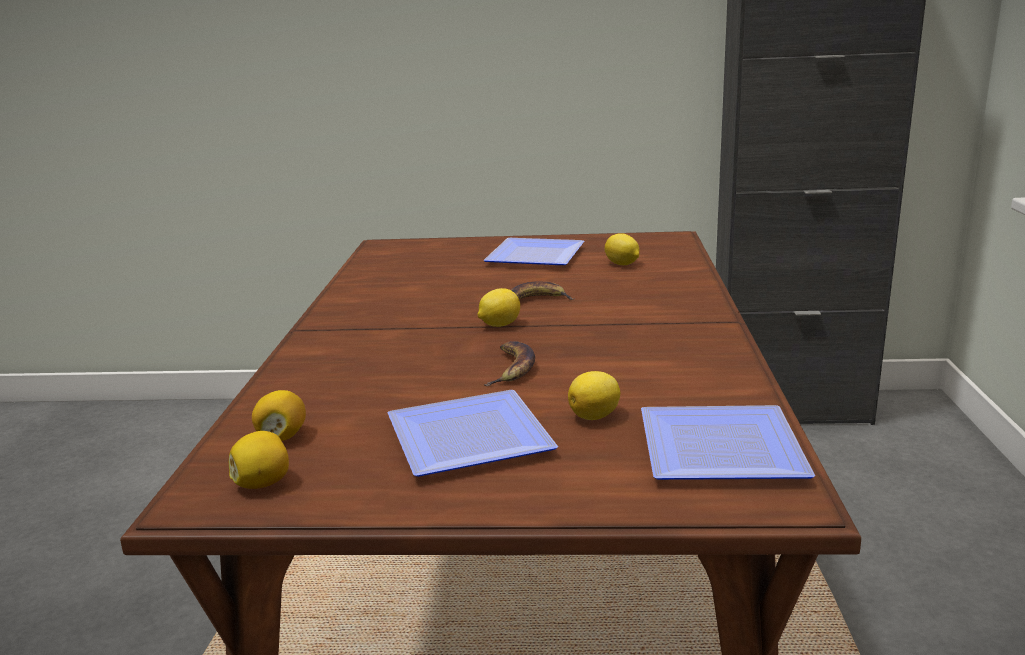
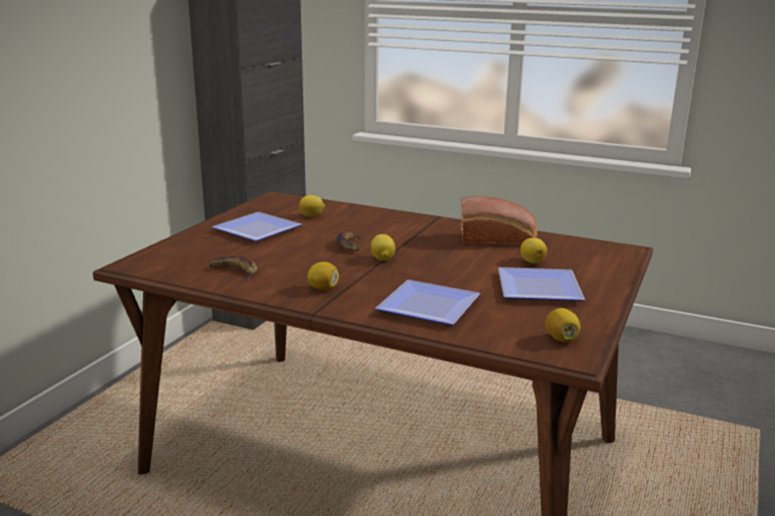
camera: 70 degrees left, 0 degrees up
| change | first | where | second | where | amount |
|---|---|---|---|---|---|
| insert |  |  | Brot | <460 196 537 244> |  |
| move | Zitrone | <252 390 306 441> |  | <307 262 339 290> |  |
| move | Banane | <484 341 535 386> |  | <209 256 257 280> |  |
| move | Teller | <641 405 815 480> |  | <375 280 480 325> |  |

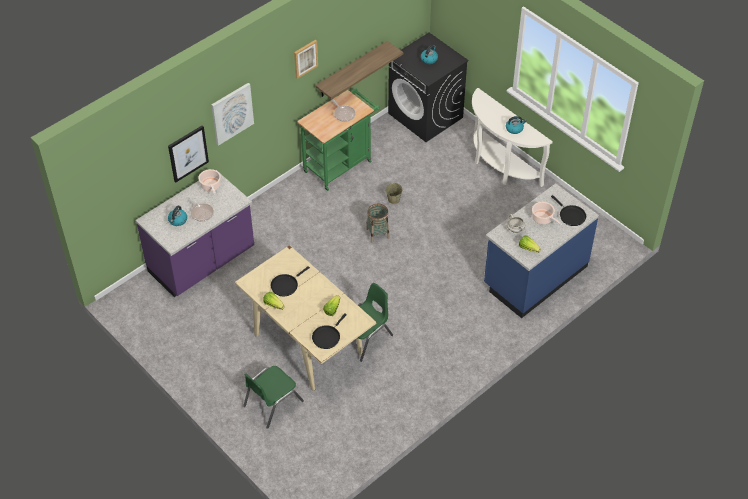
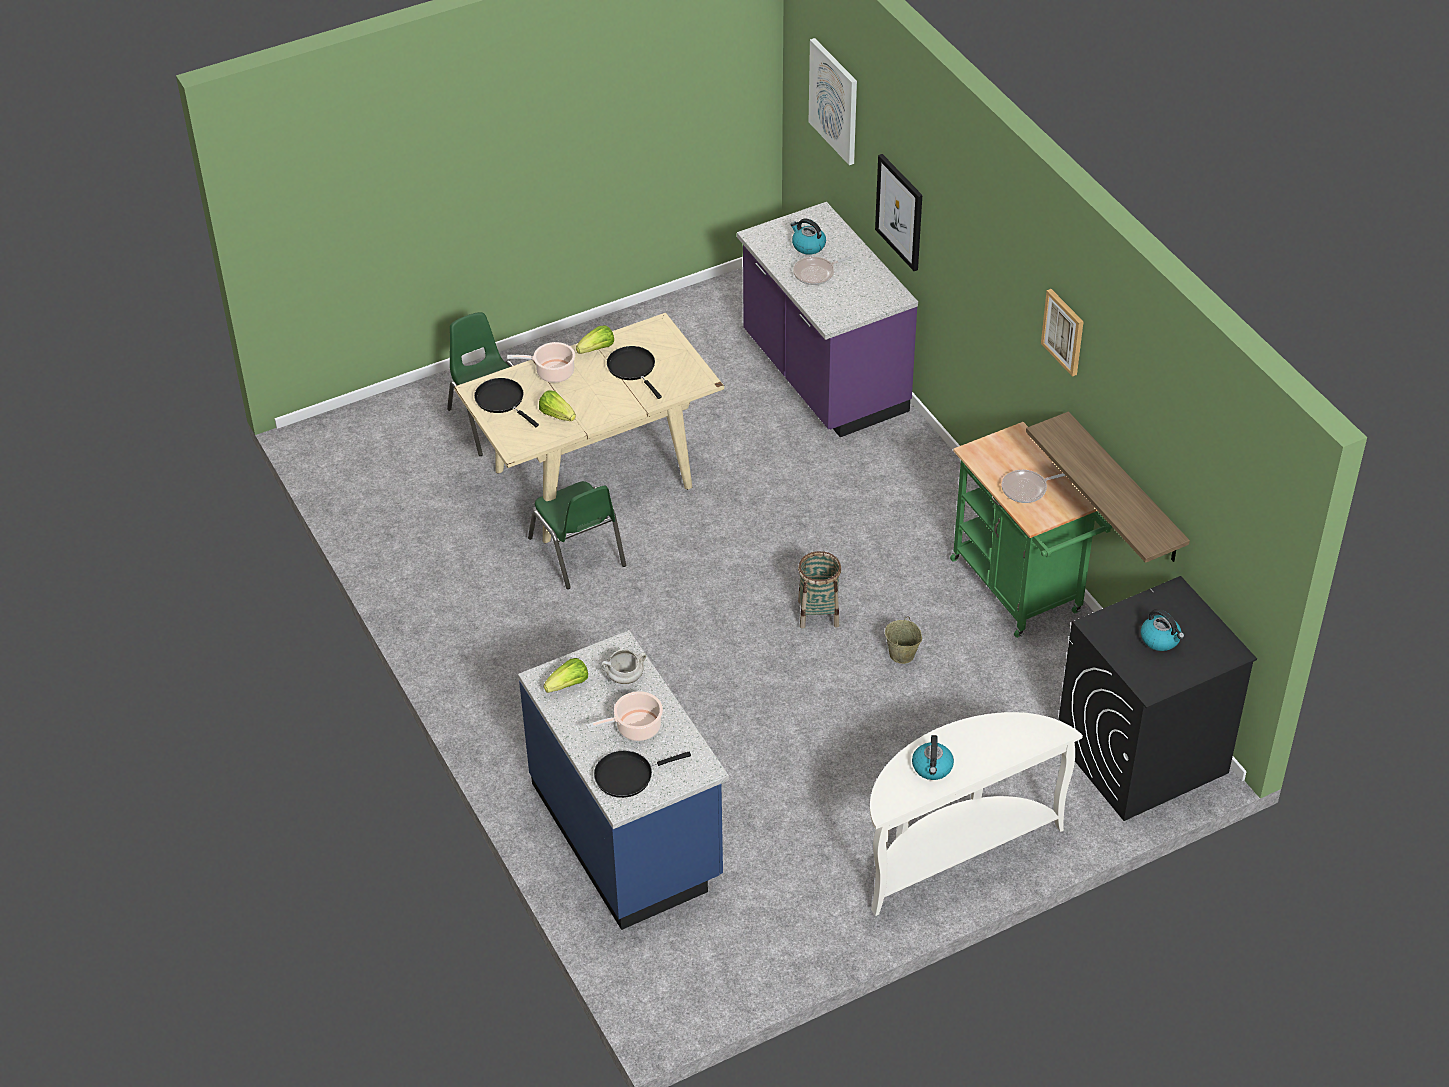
camera: 105 degrees right, 5 degrees down
| change | first | where | second | where | amount |
|---|---|---|---|---|---|
| move | Kochtopf | <198 169 221 195> |  | <507 342 575 383> |  |
| move | Bild | <211 83 254 146> |  | <809 38 857 165> |  |

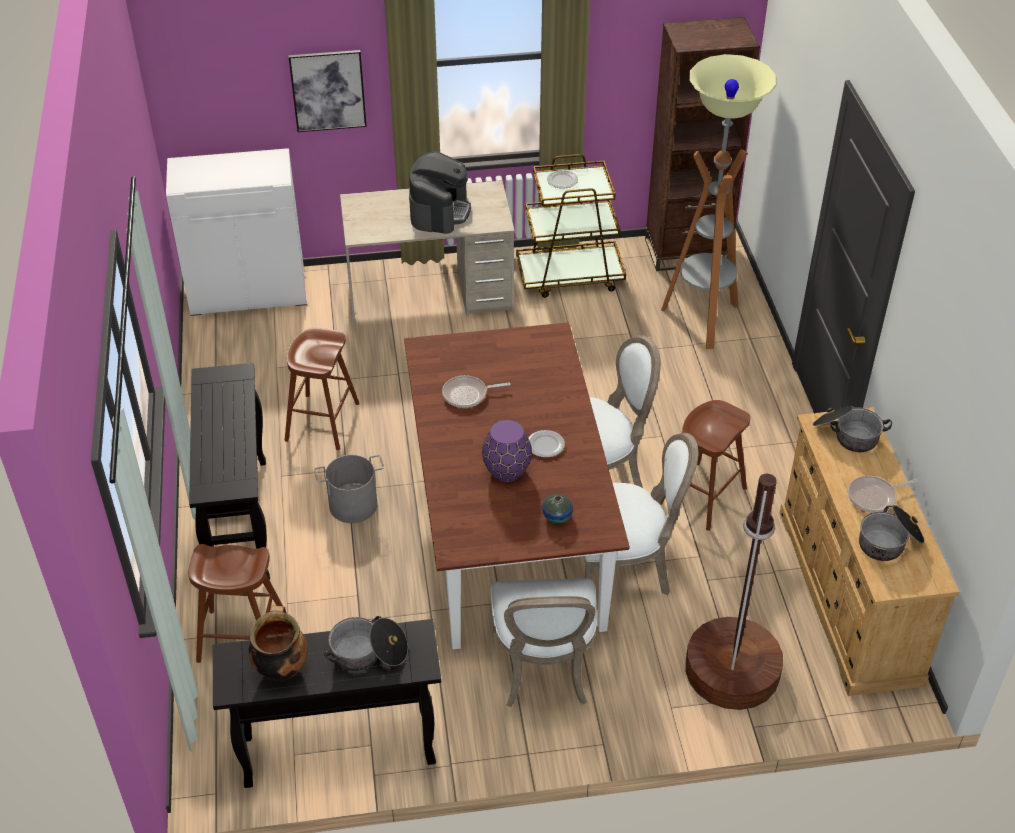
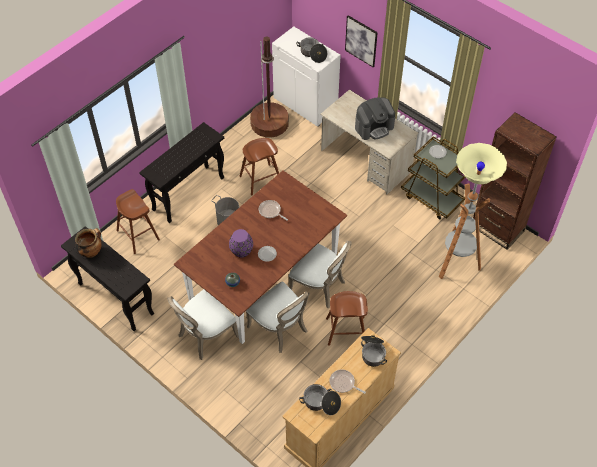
camera: 50 degrees right, 10 degrees up
| change | first | where | second | where | amount |
|---|---|---|---|---|---|
| move | Kochtopf | <324 616 408 671> |  | <296 37 327 63> |  |
| move | Stehlampe [braun] | <685 474 783 710> |  | <250 37 289 138> |  |

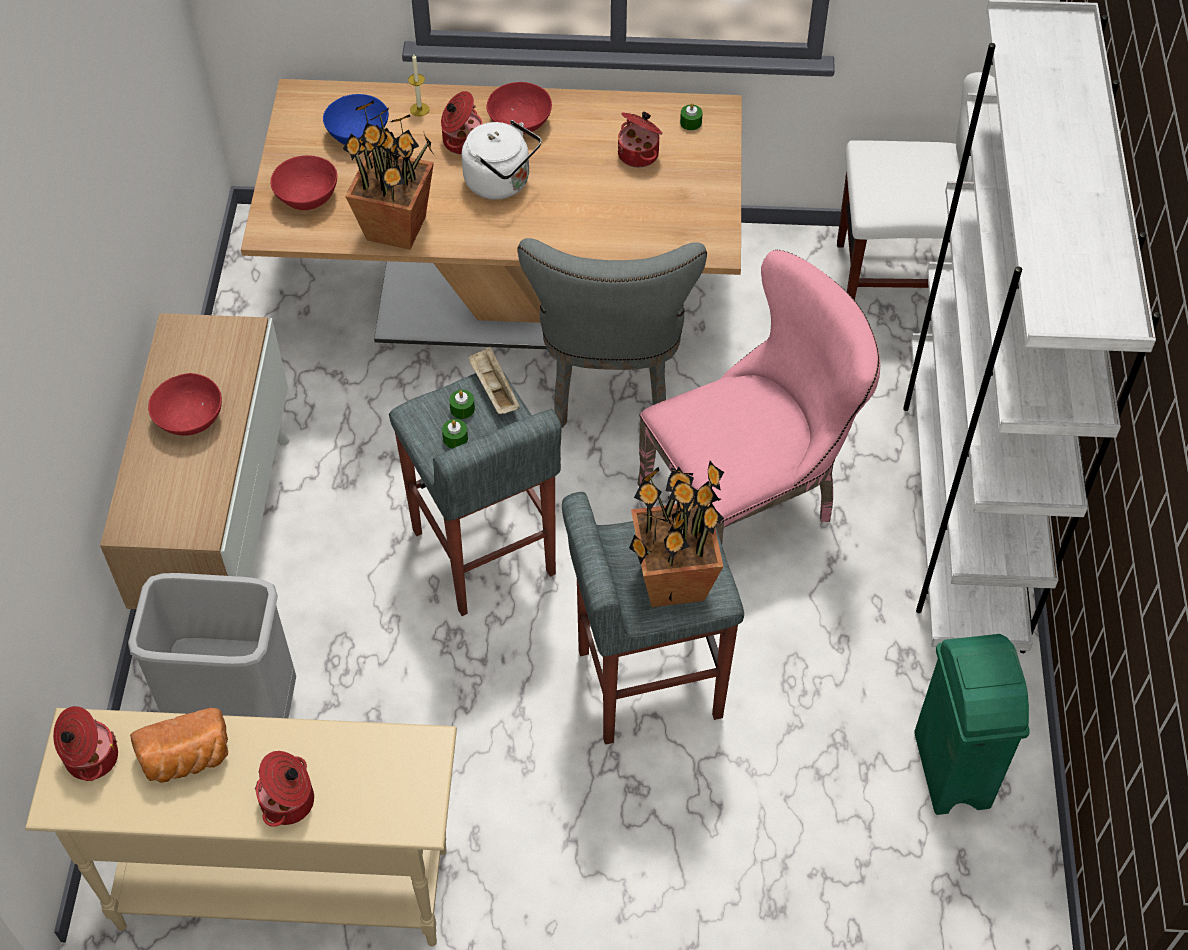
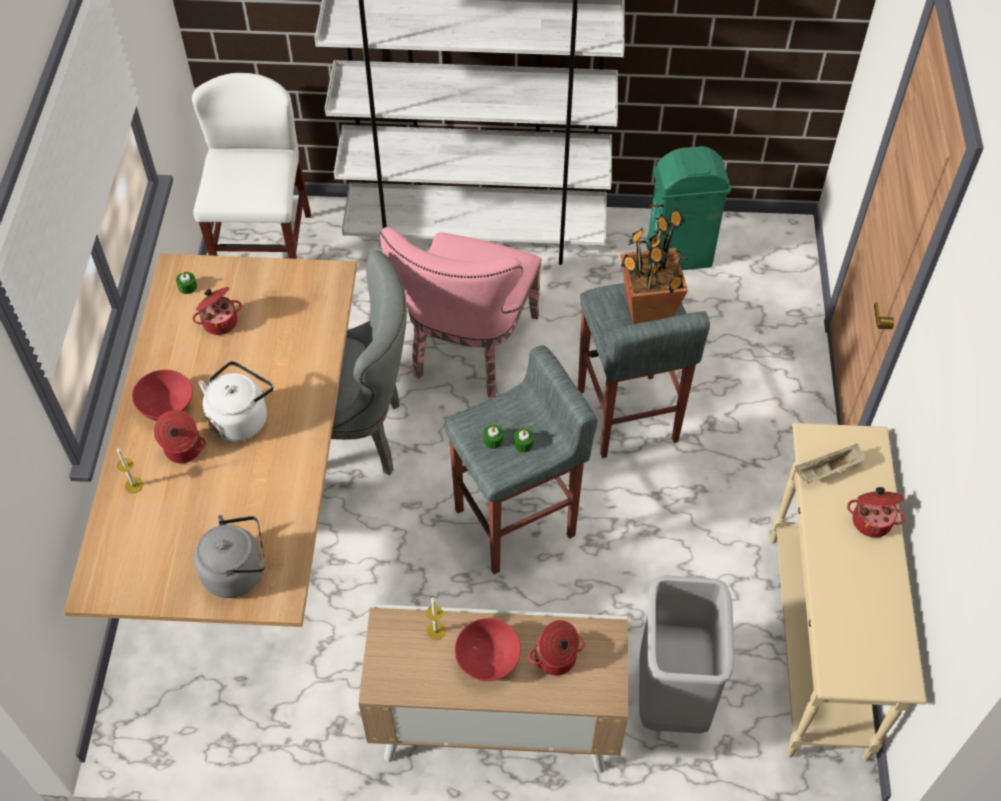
camera: 90 degrees left, 0 degrees up
| change | first | where | second | where | amount |
|---|---|---|---|---|---|
| delete | Brot | <130 707 228 783> |  |  |  |
| delete | Schüssel [blau] | <323 94 389 145> |  |  |  |
| delete | Topfpflanze | <343 100 434 250> |  |  |  |
| insert |  |  | Kerze | <426 598 446 640> |  |
| move | Kochtopf | <53 706 118 781> |  | <528 620 585 676> |  |
| move | Tablett [beige] | <468 346 520 414> |  | <795 444 866 484> |  |
| replace | Schüssel [rot] | <271 155 337 210> | Wasserkessel [grau] | <194 515 265 598> |  |
| rotate | Stuhl [rosa] | <637 250 880 544> |  | <380 227 541 398> | 135 degrees counterclockwise |

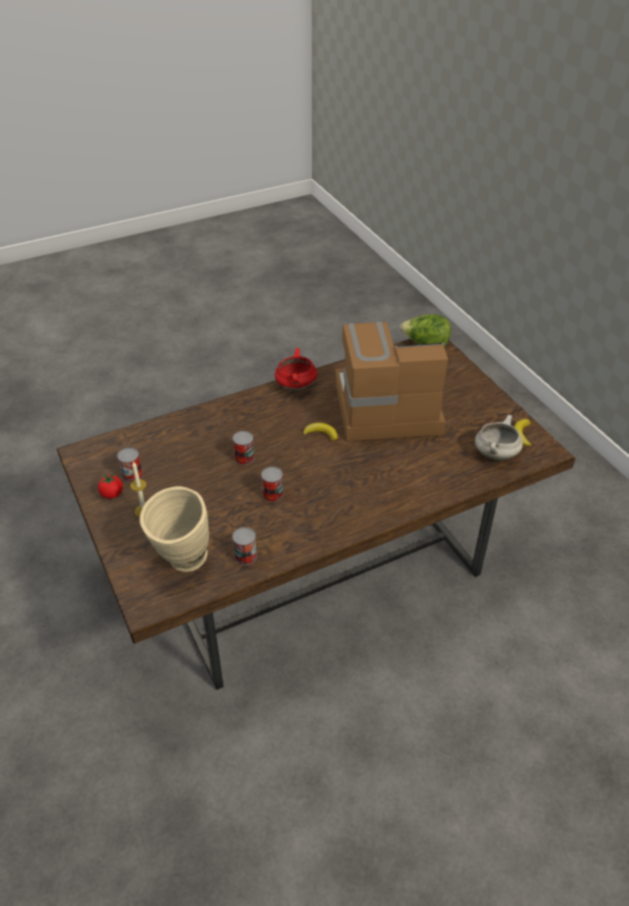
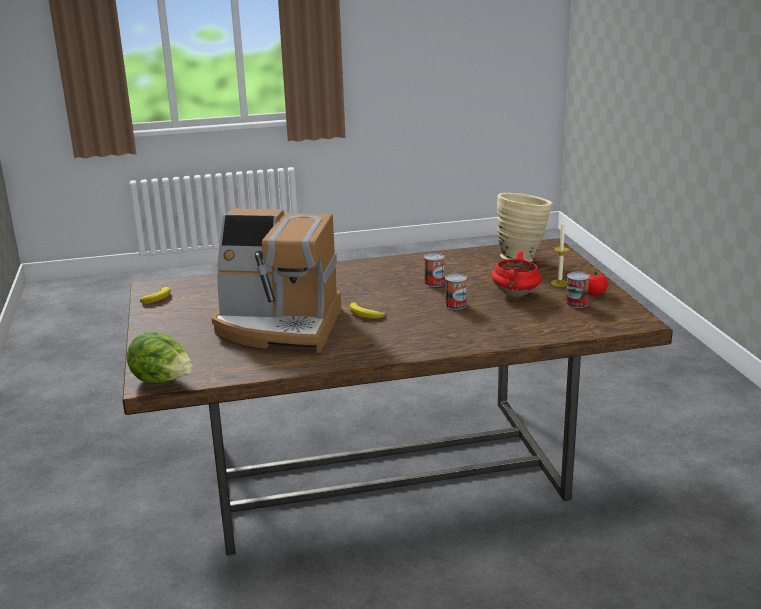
camera: 165 degrees left, 20 degrees down
| change | first | where | second | where | amount |
|---|---|---|---|---|---|
| delete | Dose | <232 527 257 565> |  |  |  |
| delete | Kochtopf [weiß] | <475 415 523 461> |  |  |  |
| move | Kochtopf [rot] | <275 348 317 391> |  | <492 251 541 297> |  |

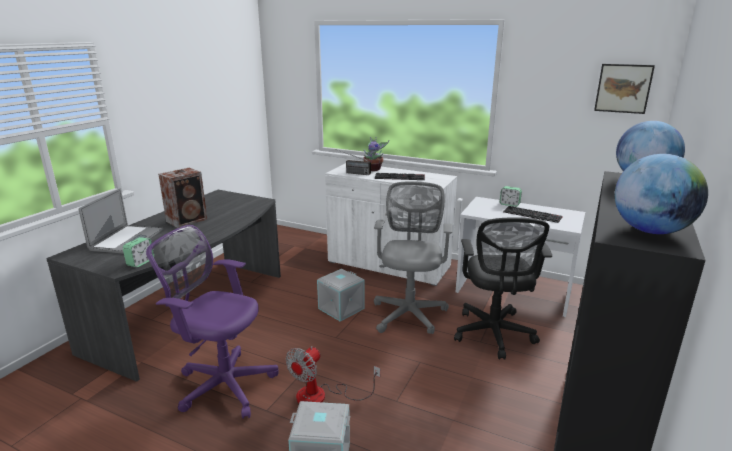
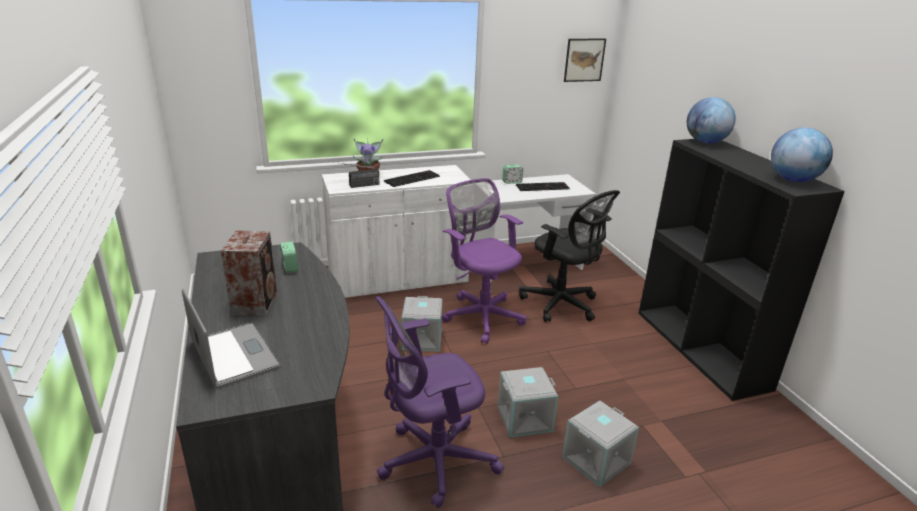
camera: 45 degrees left, 5 degrees up
| change | first | where | second | where | amount |
|---|---|---|---|---|---|
| move | Wecker | <123 237 154 267> |  | <280 241 299 273> |  |
| replace | Ventilator | <286 346 380 403> | Aufbewahrungsbox [grau] | <498 367 558 437> |  |
| recolor | Bürostuhl [grau] | <374 181 452 334> | Bürostuhl [lila] | <442 178 527 344> |  |

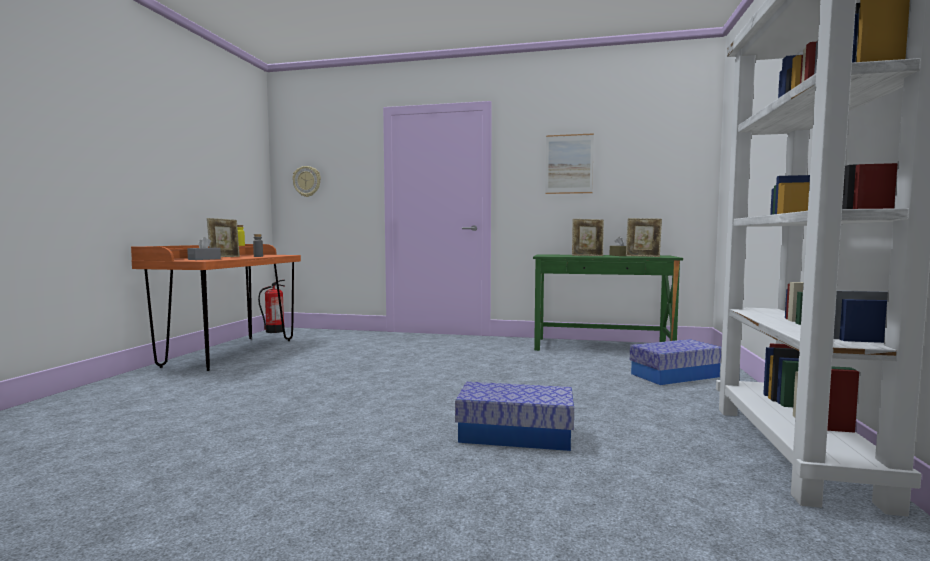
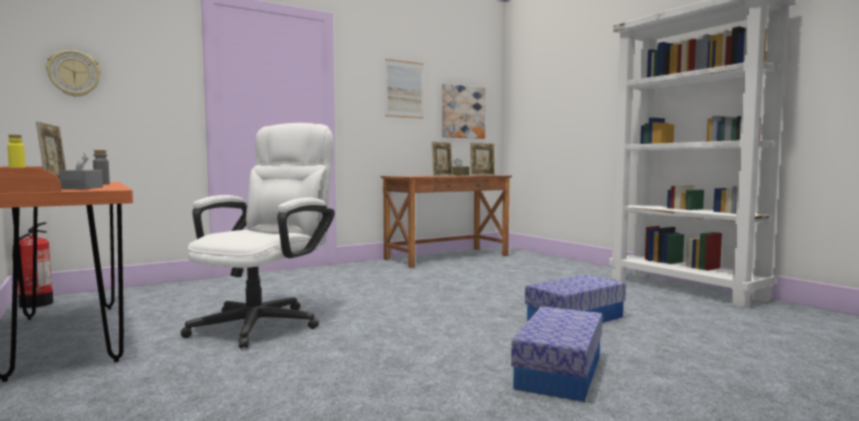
camera: 45 degrees left, 0 degrees up
| change | first | where | second | where | amount |
|---|---|---|---|---|---|
| insert |  |  | Bürostuhl [weiß] | <181 123 335 349> |  |
| insert |  |  | Bild | <442 84 486 139> |  |
| move | Aufbewahrungsbox | <630 339 722 385> |  | <511 306 602 402> |  |
| recolor | Schreibtisch [grün] | <533 254 683 351> | Schreibtisch [braun] | <381 175 512 268> |  |

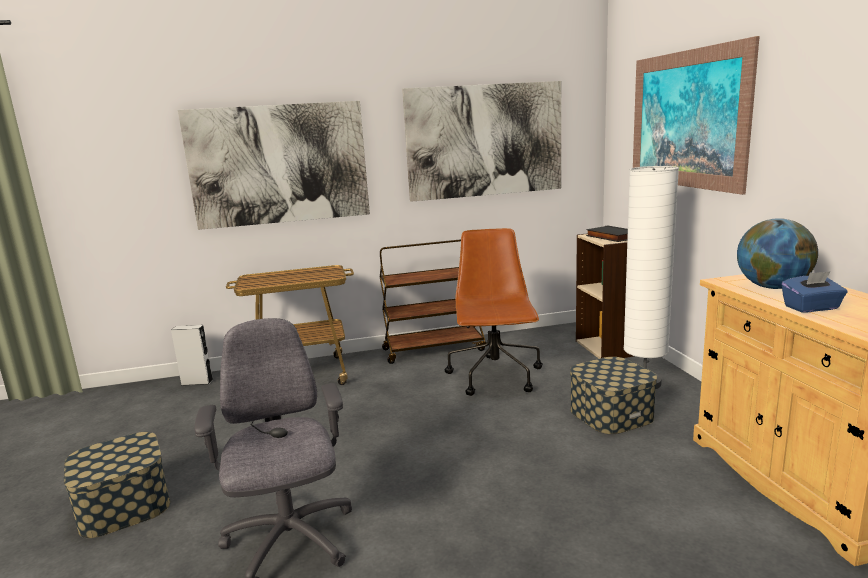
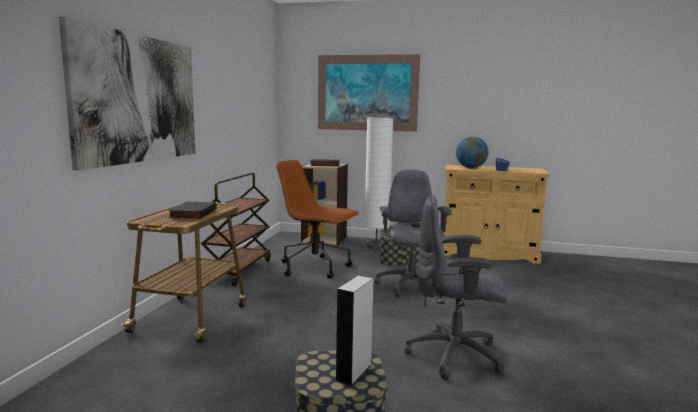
camera: 65 degrees left, 5 degrees down
| change | first | where | second | where | amount |
|---|---|---|---|---|---|
| delete | Bild | <402 81 561 202> |  |  |  |
| insert |  |  | Buch [schwarz] | <168 202 217 219> |  |
| insert |  |  | Bürostuhl [grau] | <375 169 452 298> |  |
| move | Lautsprecher [grau] | <171 325 214 386> |  | <335 276 374 386> |  |

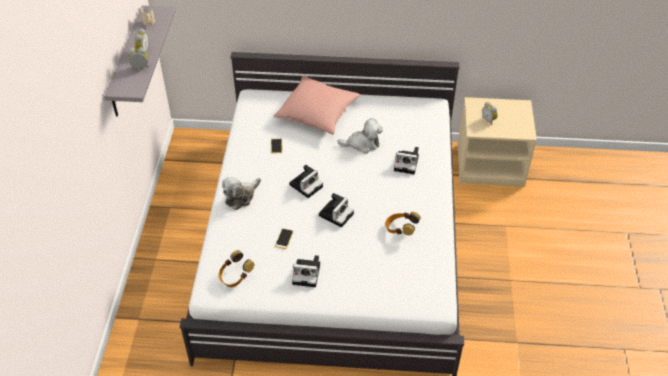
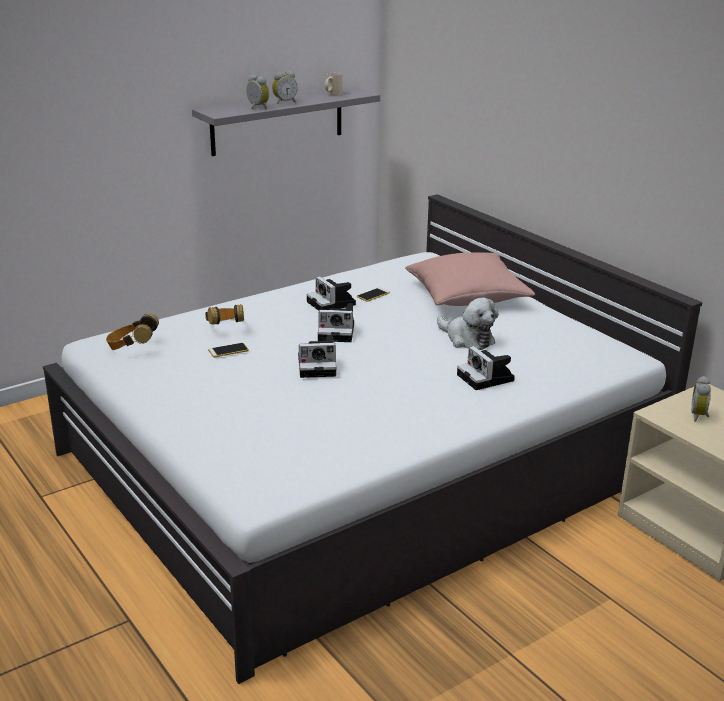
camera: 50 degrees right, 20 degrees down
| change | first | where | second | where | amount |
|---|---|---|---|---|---|
| delete | Plüschtier | <222 177 261 210> |  |  |  |
| move | Kamera | <292 255 320 287> |  | <307 276 356 311> |  |
| move | Kopfhörer | <385 212 421 235> |  | <205 305 244 325> |  |

